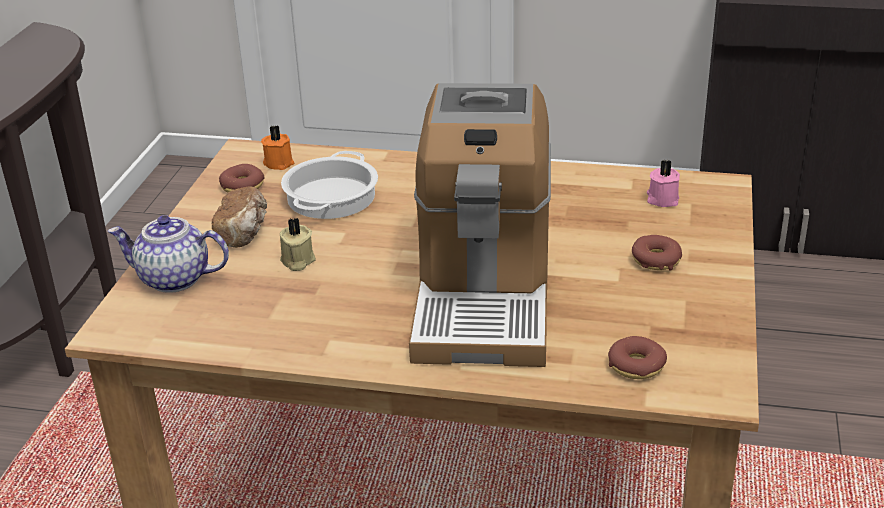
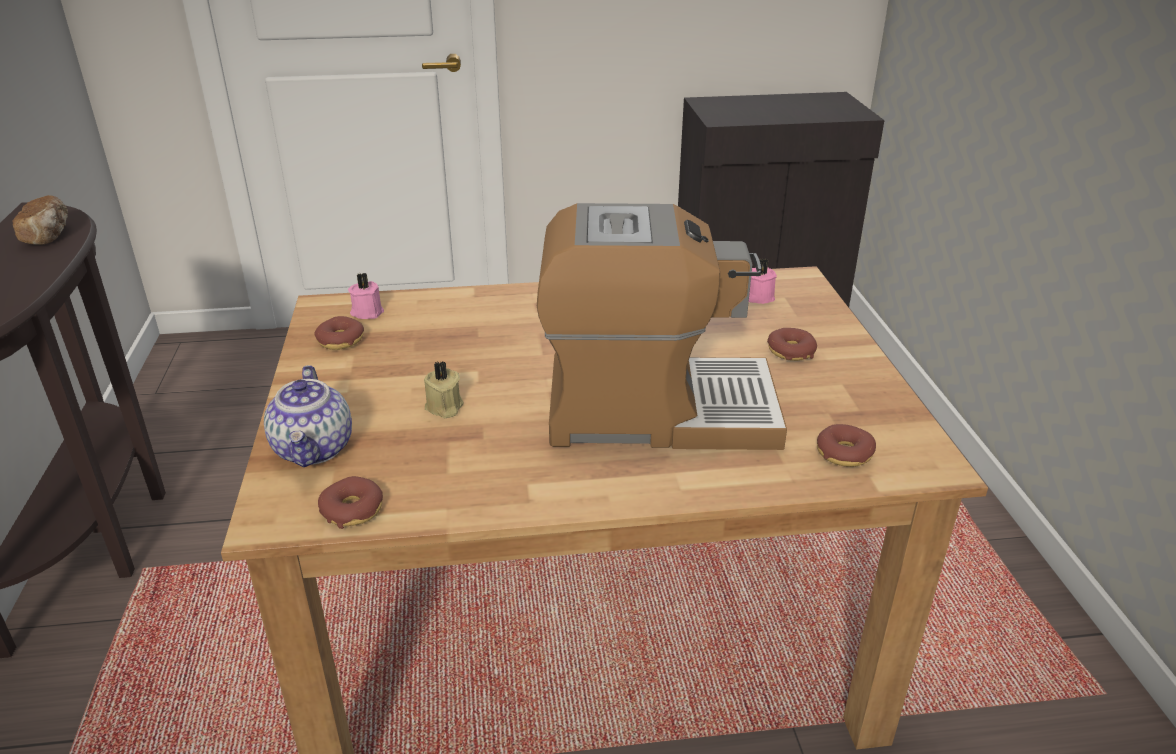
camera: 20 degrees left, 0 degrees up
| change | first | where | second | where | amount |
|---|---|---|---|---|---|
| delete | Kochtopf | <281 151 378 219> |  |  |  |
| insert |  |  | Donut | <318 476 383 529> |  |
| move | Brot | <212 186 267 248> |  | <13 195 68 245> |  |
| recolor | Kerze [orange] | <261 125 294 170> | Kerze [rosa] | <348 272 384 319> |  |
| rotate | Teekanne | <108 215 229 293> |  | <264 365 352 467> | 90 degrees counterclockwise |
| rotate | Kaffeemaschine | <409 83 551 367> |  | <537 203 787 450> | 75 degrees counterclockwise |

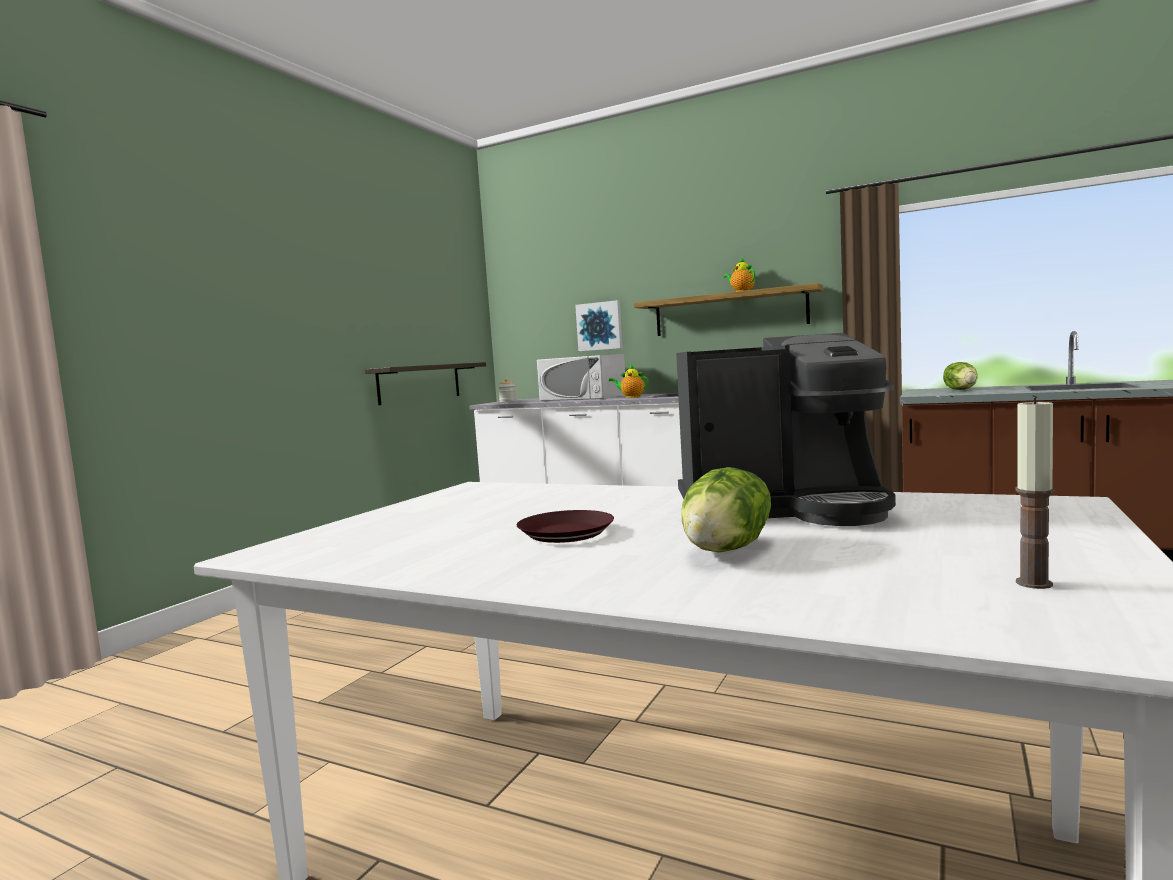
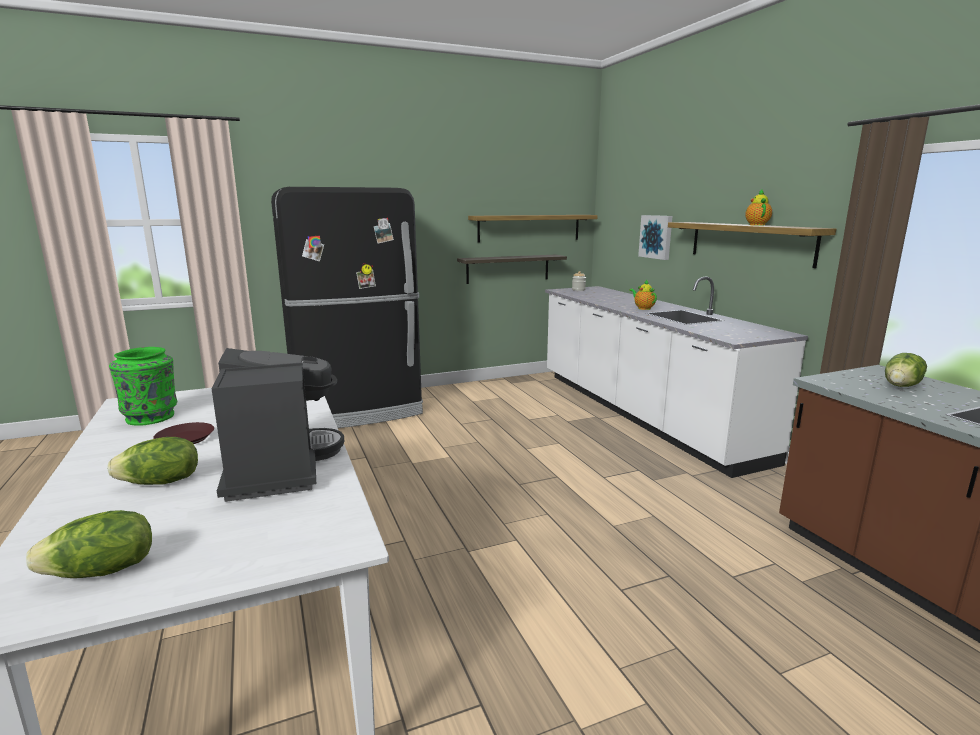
camera: 40 degrees right, 10 degrees up
| change | first | where | second | where | amount |
|---|---|---|---|---|---|
| delete | Mikrowelle [weiß] | <537 354 625 401> |  |  |  |
| insert |  |  | Vase [grün] | <109 347 177 426> |  |
| insert |  |  | Kühlschrank [schwarz] | <271 187 423 428> |  |
| insert |  |  | Wandregal | <468 215 598 243> |  |
| replace | Kerze | <1015 397 1055 589> | Salatkopf | <26 510 152 578> |  |
| rotate | Kaffeemaschine | <676 333 896 526> |  | <212 348 344 502> | 150 degrees counterclockwise |

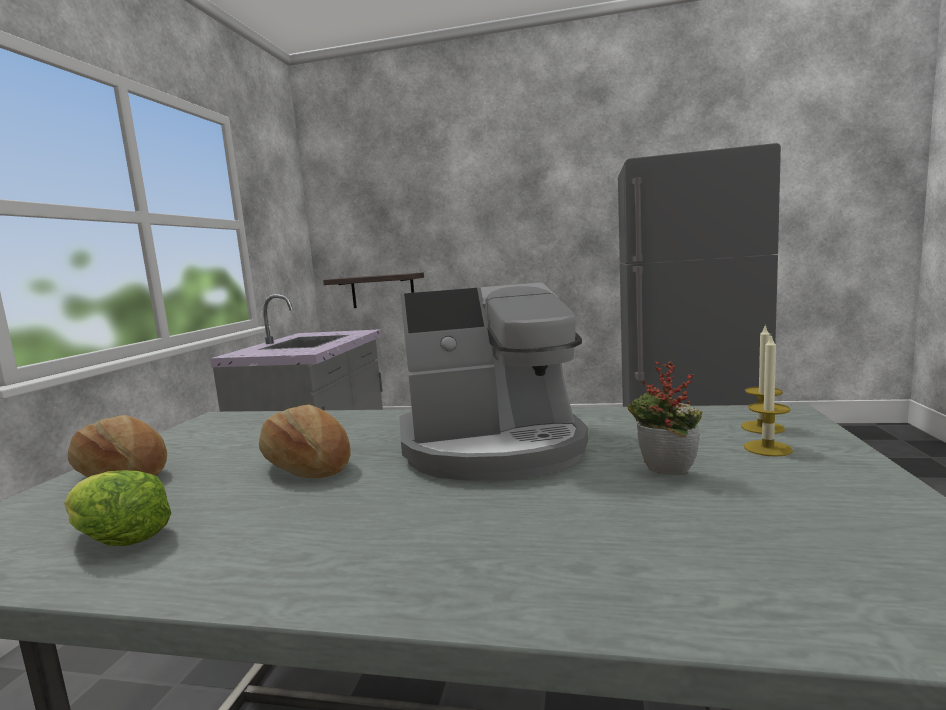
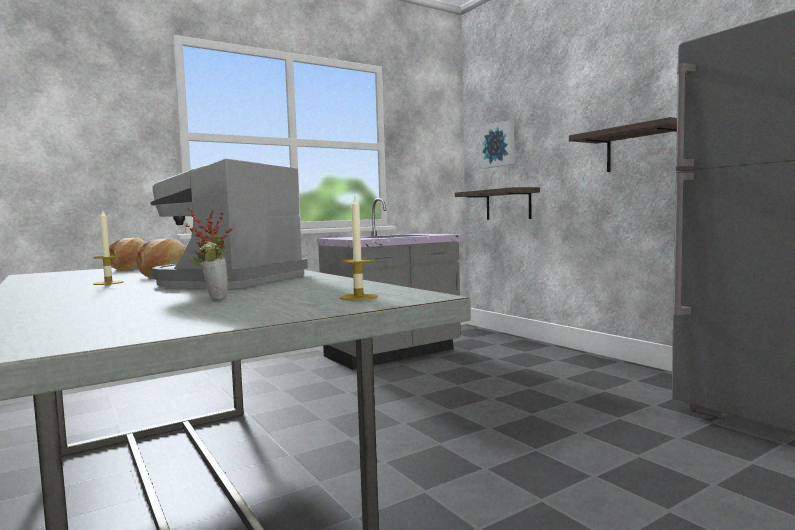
camera: 45 degrees right, 5 degrees down
| change | first | where | second | where | amount |
|---|---|---|---|---|---|
| delete | Salatkopf | <64 471 171 546> |  |  |  |
| insert |  |  | Bild | <481 120 515 169> |  |
| insert |  |  | Wandregal | <569 117 677 172> |  |
| move | Kerze | <744 336 793 457> |  | <93 211 124 285> |  |
| rotate | Kaffeemaschine | <399 283 588 481> |  | <150 159 308 289> | 75 degrees clockwise |

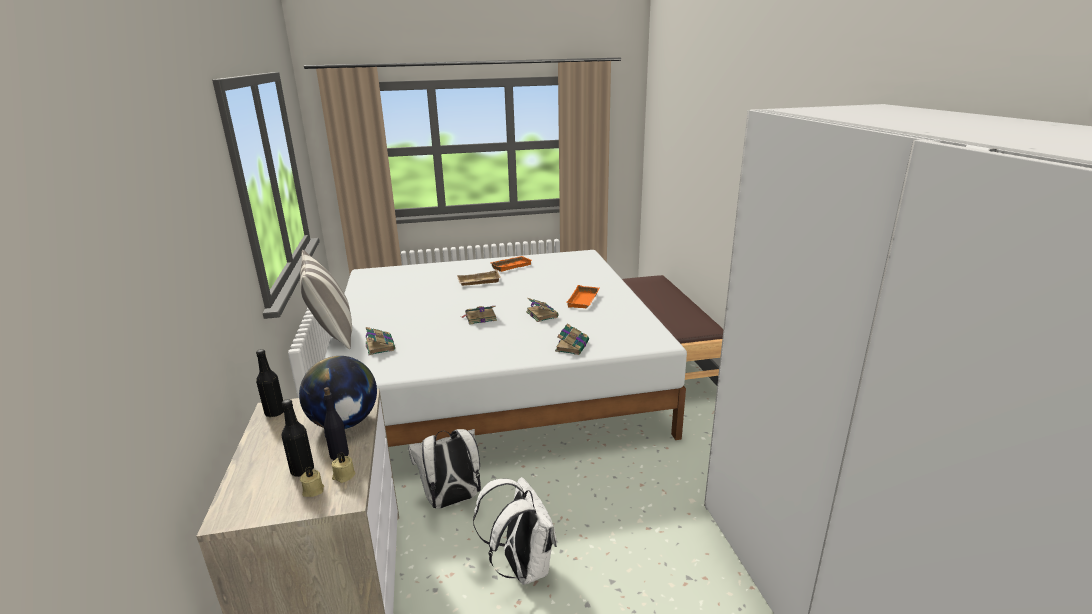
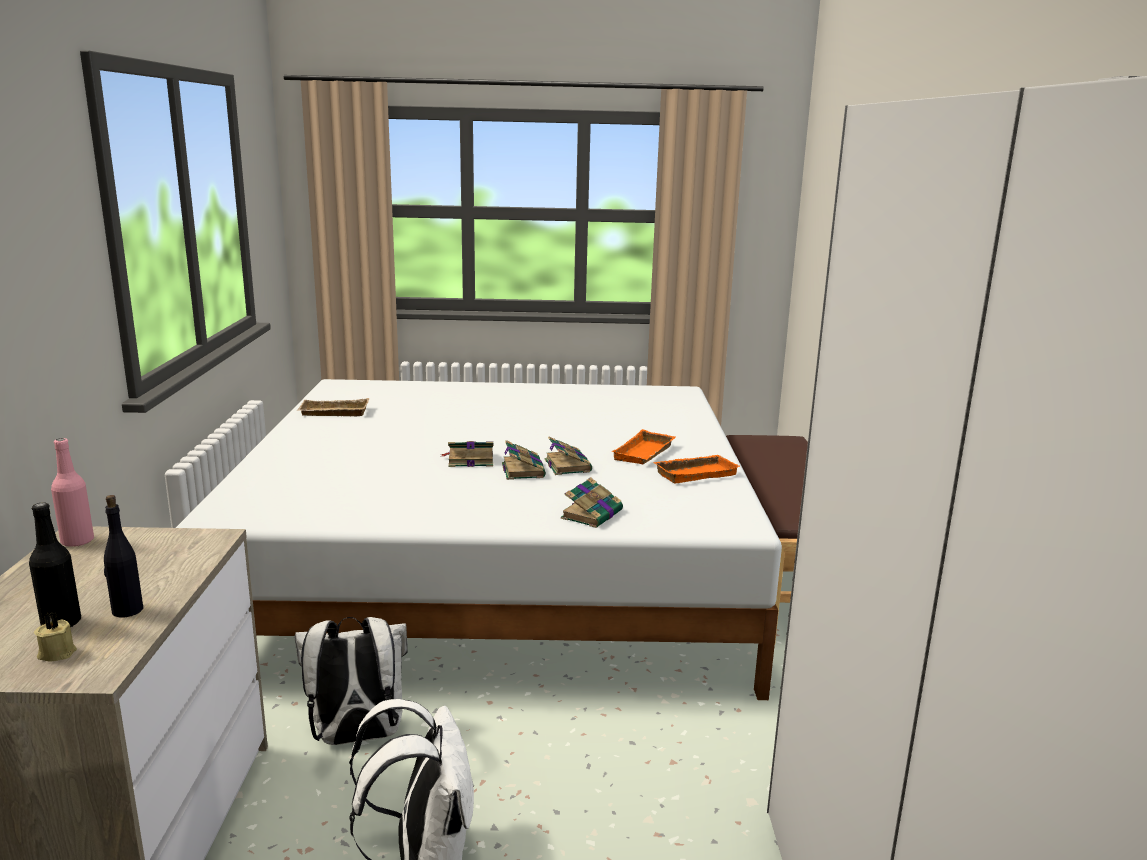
camera: 10 degrees right, 5 degrees down
| change | first | where | second | where | amount |
|---|---|---|---|---|---|
| delete | Globus | <299 356 377 429> |  |  |  |
| delete | Kissen | <300 250 352 349> |  |  |  |
| delete | Kerze [beige] | <331 453 356 483> |  |  |  |
| move | Buch | <366 327 395 355> |  | <502 440 546 480> |  |
| move | Tablett [beige] | <457 270 501 286> |  | <297 398 369 416> |  |
| move | Tablett [orange] | <491 256 532 272> |  | <654 455 740 483> |  |
| recolor | Flasche [schwarz] | <256 349 284 417> | Flasche [rosa] | <51 438 94 547> |  |

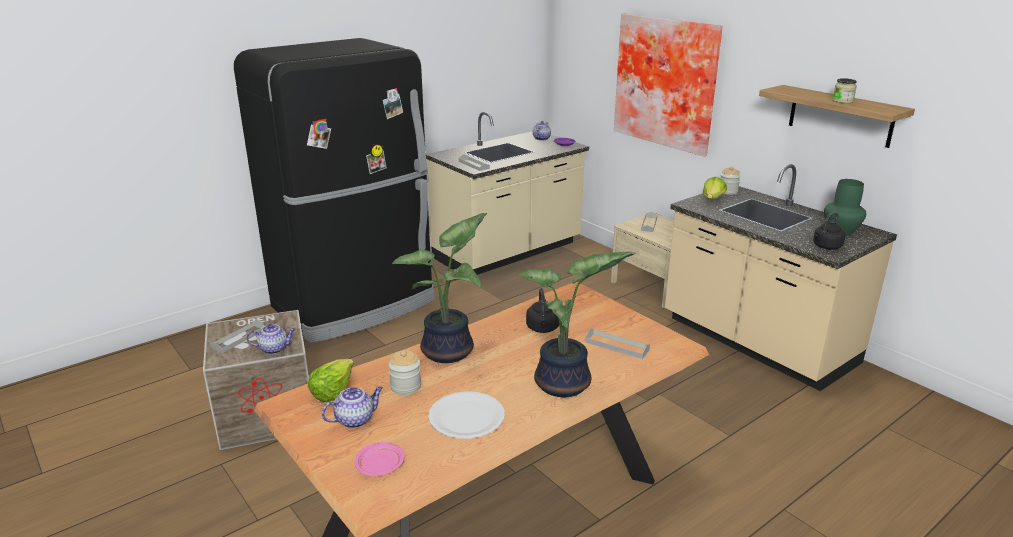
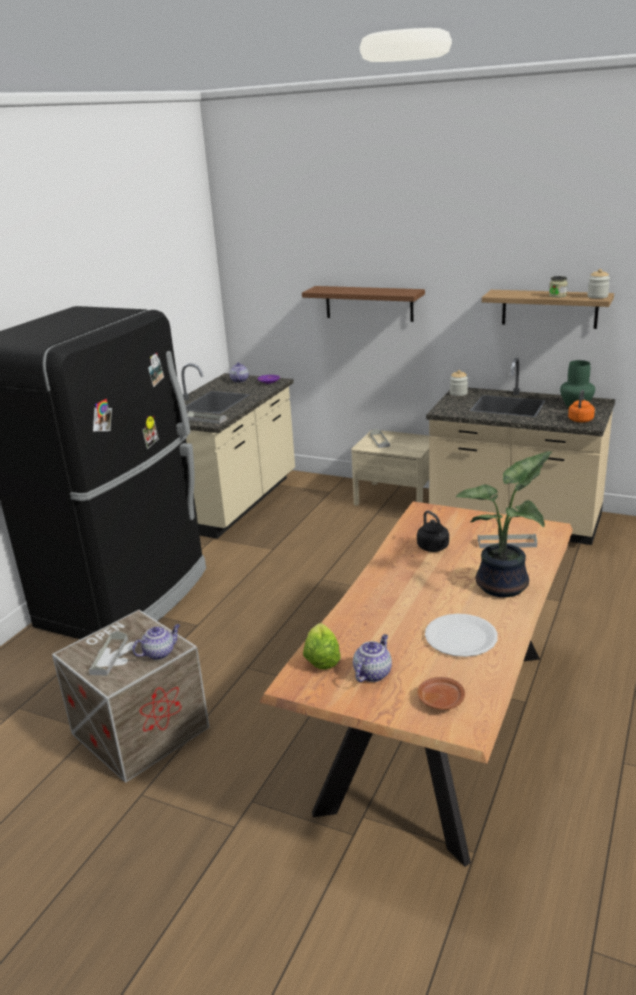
camera: 25 degrees left, 0 degrees up
| change | first | where | second | where | amount |
|---|---|---|---|---|---|
| delete | Topfpflanze | <392 213 487 363> |  |  |  |
| delete | Salatkopf | <703 177 727 200> |  |  |  |
| move | Vorratsglas | <388 350 421 395> |  | <587 269 610 299> |  |
| replace | Bild | <614 13 723 157> | Wandregal [braun] | <302 286 425 322> |  |
| recolor | Teller [rosa] | <354 442 405 476> | Teller [braun] | <417 677 465 710> |  |
| recolor | Wasserkessel [schwarz] | <813 212 845 250> | Wasserkessel [orange] | <568 390 595 422> |  |

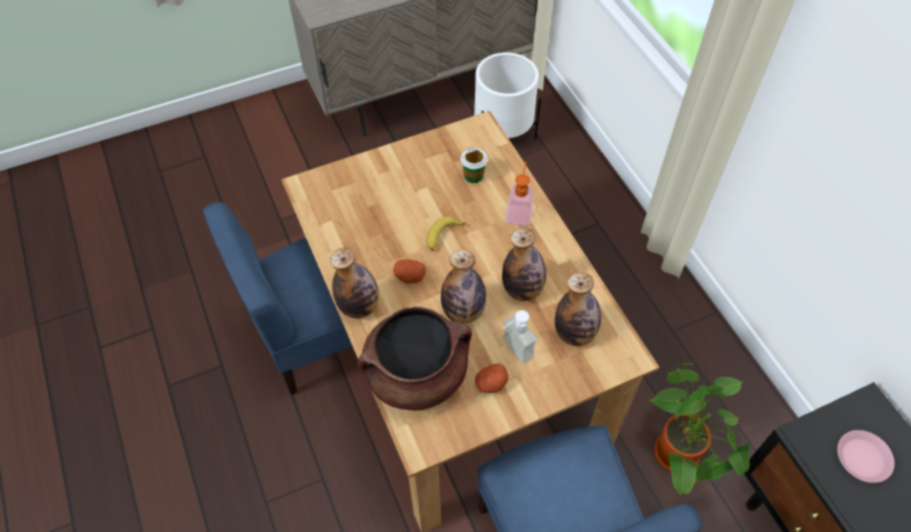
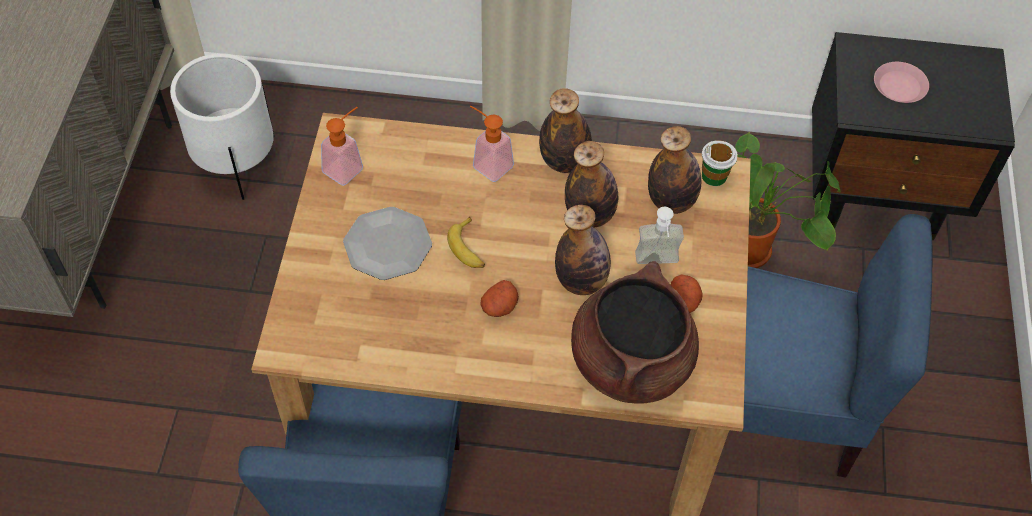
camera: 60 degrees left, 0 degrees up
| change | first | where | second | where | amount |
|---|---|---|---|---|---|
| insert |  |  | Seifenspender | <321 107 363 186> |  |
| insert |  |  | Teller | <343 207 432 280> |  |
| move | Flasche | <330 248 379 318> |  | <539 88 592 173> |  |
| move | Tasse | <461 147 488 183> |  | <702 140 738 186> |  |

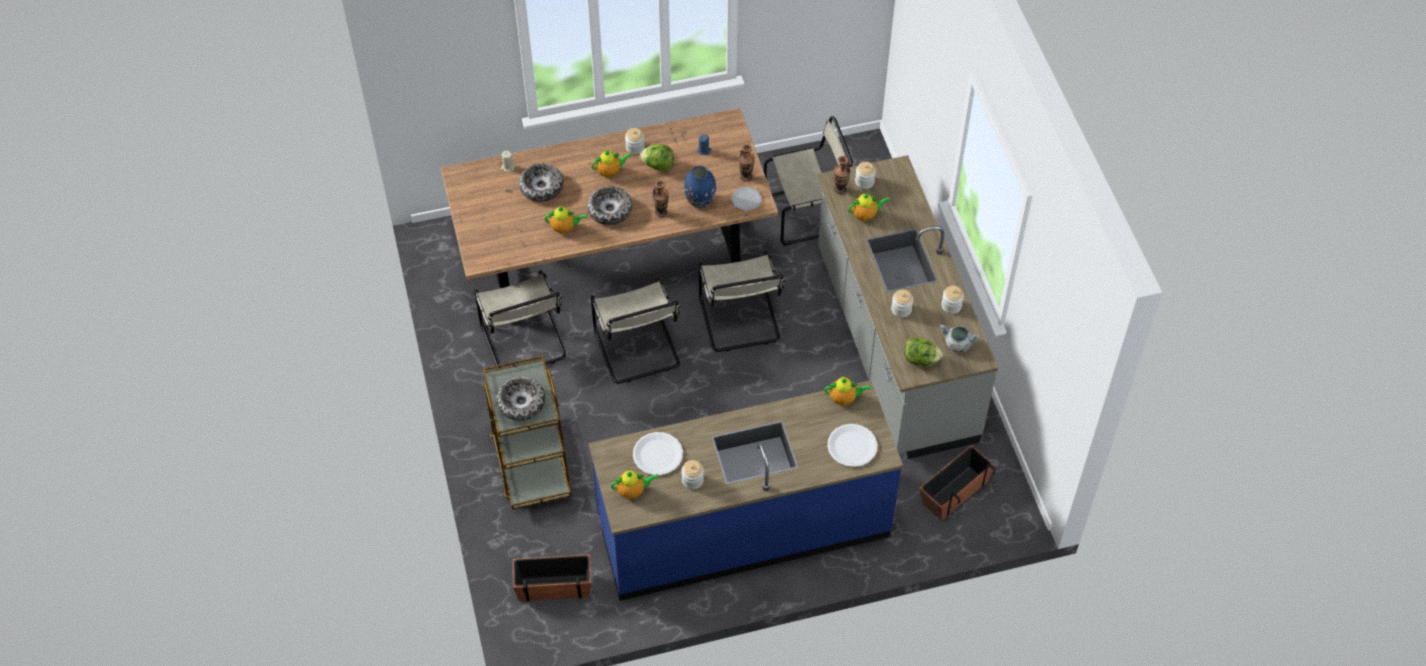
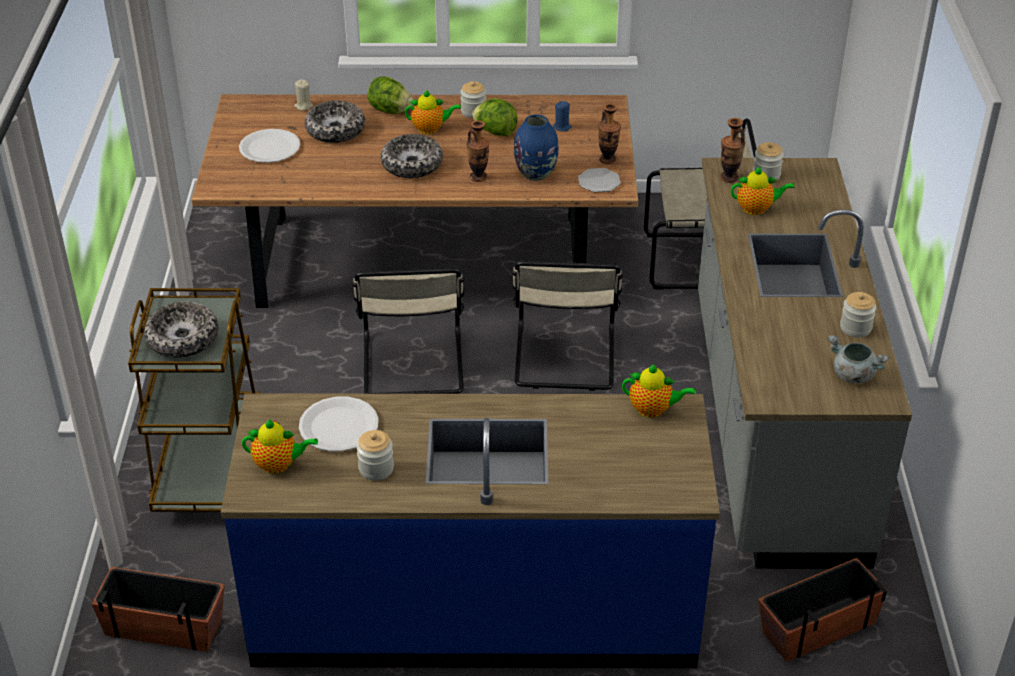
camera: 15 degrees right, 15 degrees down
| change | first | where | second | where | amount |
|---|---|---|---|---|---|
| delete | Stuhl [beige] | <474 270 566 369> |  |  |  |
| delete | Teekanne | <544 206 587 234> |  |  |  |
| delete | Vorratsglas | <891 289 913 318> |  |  |  |
| move | Teller [weiß] | <827 424 878 467> |  | <239 129 300 163> |  |
| move | Salatkopf | <905 337 943 366> |  | <367 76 413 114> |  |

